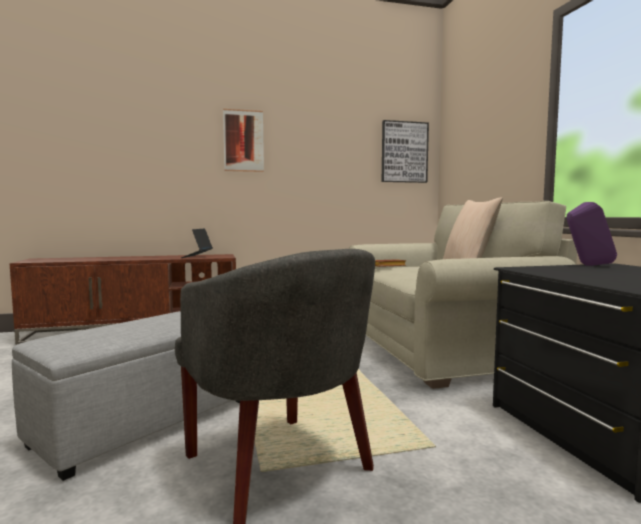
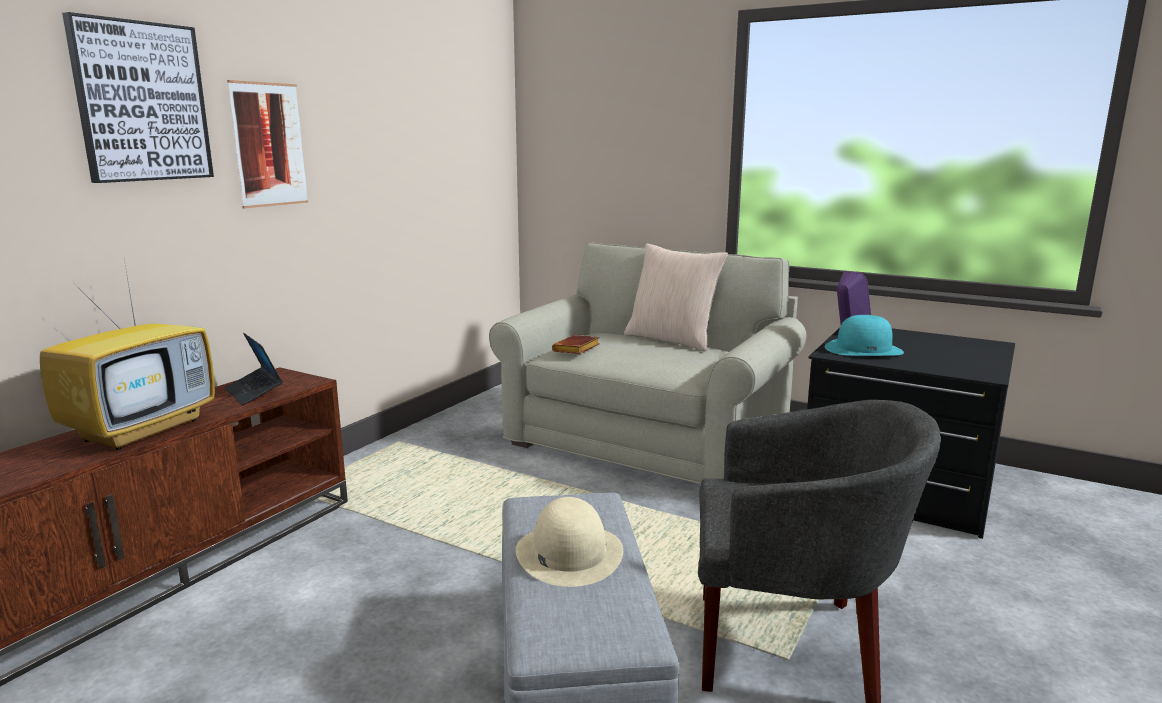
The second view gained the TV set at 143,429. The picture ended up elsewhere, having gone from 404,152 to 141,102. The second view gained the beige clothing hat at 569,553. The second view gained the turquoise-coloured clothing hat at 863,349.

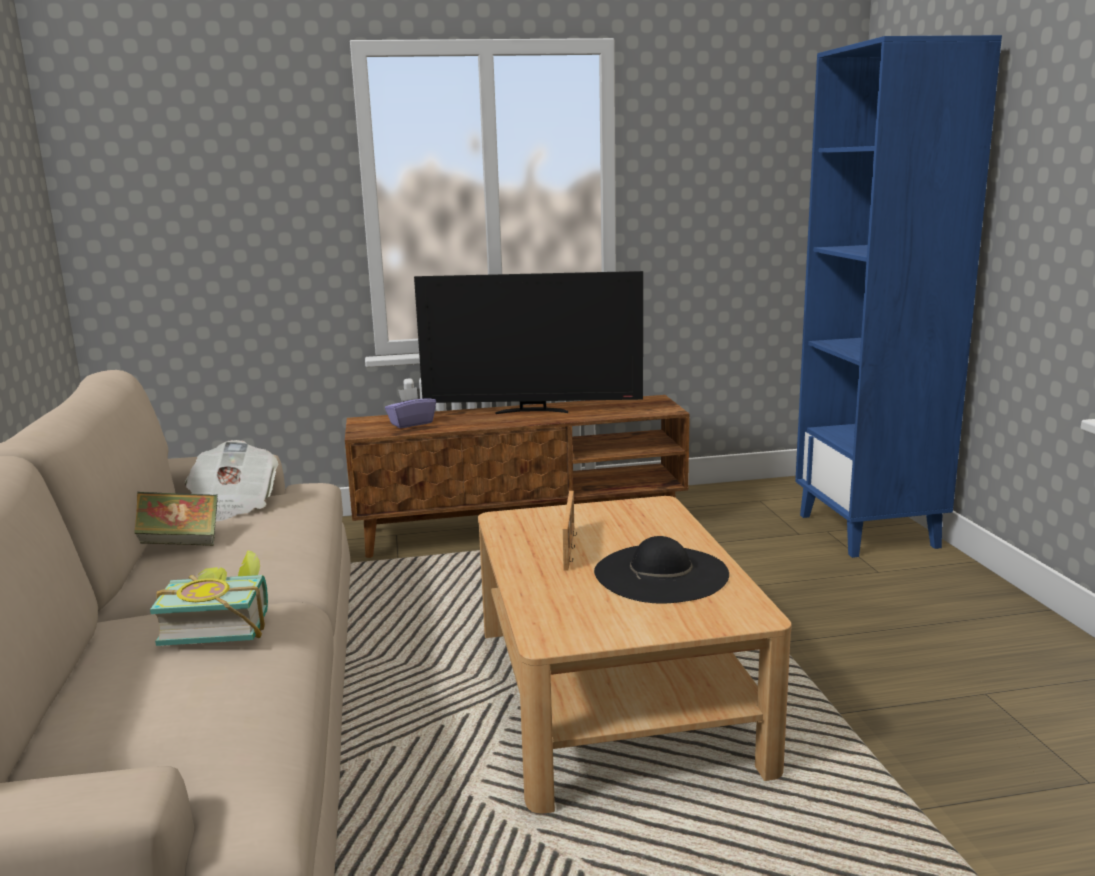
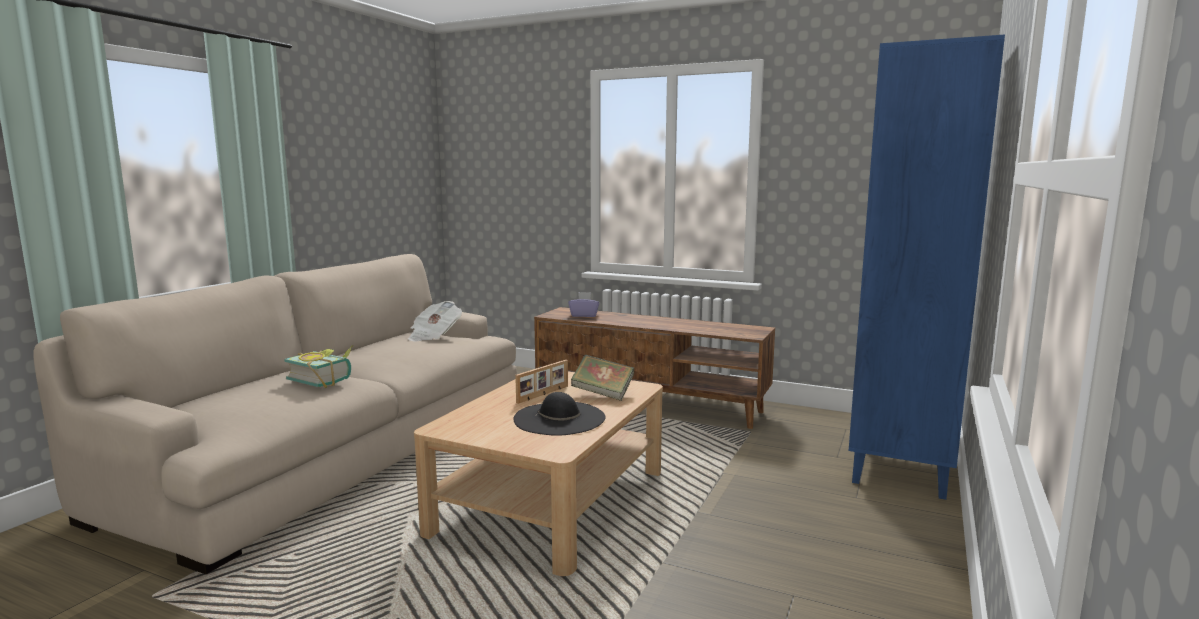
The bound book ended up elsewhere, having gone from 177,543 to 602,394. The second view lost the TV set at 533,411.

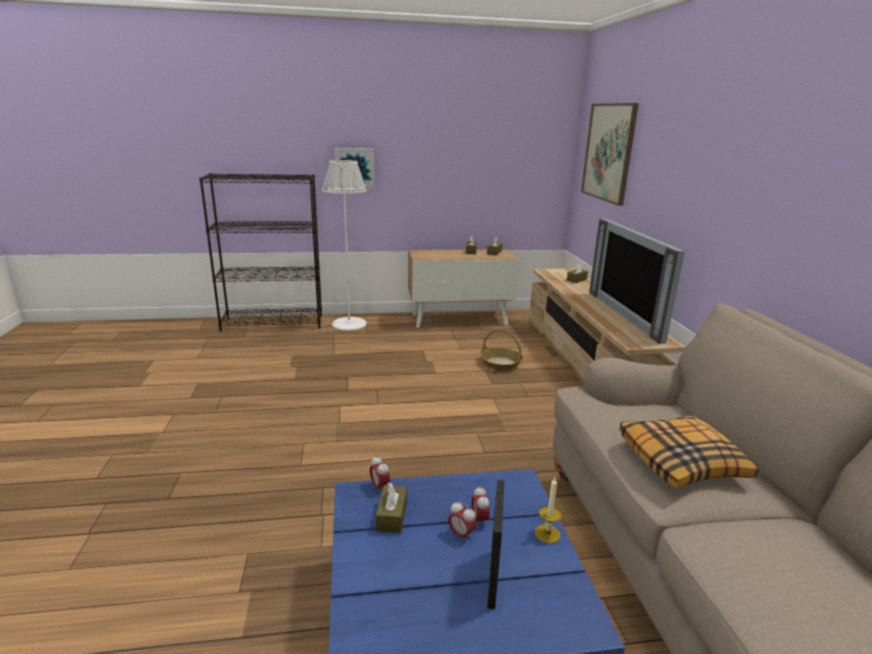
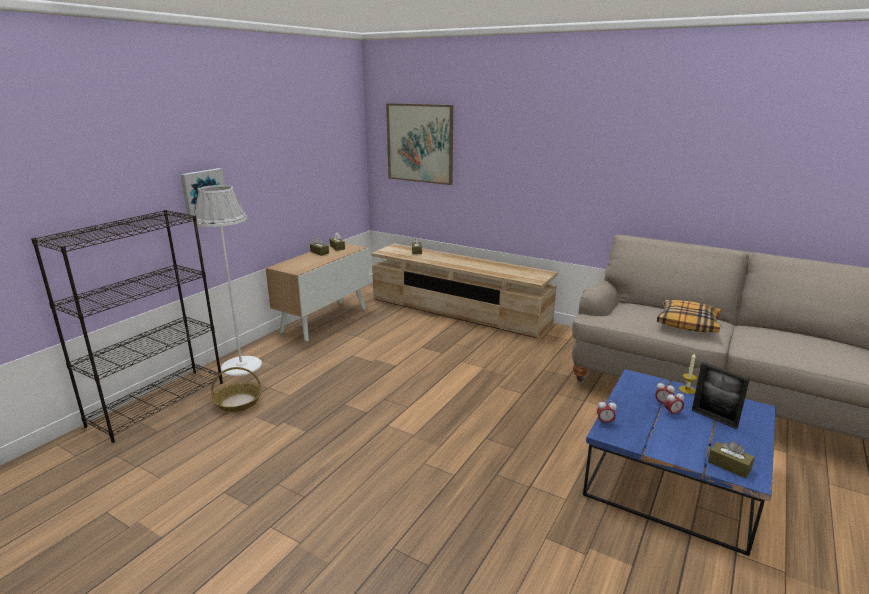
The household basket ended up elsewhere, having gone from 501,363 to 238,402. The brownish tissue holder ended up elsewhere, having gone from 392,516 to 729,465. The second view lost the TV set at 628,314.

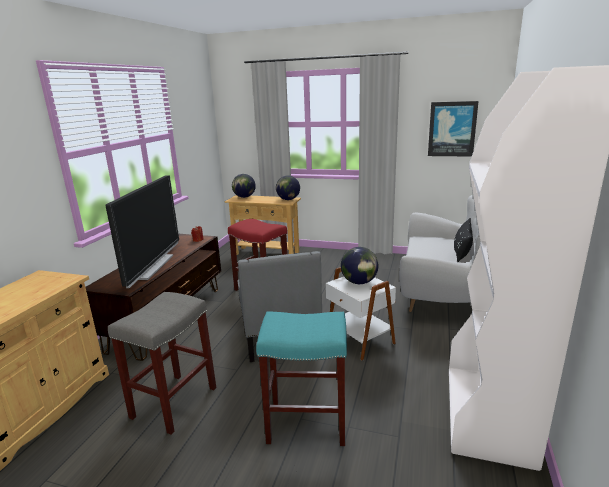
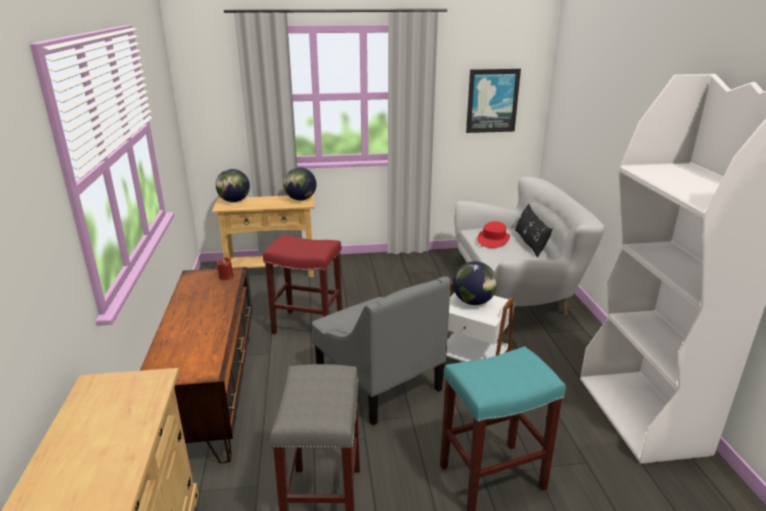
The second view gained the red-coloured clothing hat at 493,239. The second view lost the TV set at 152,267.

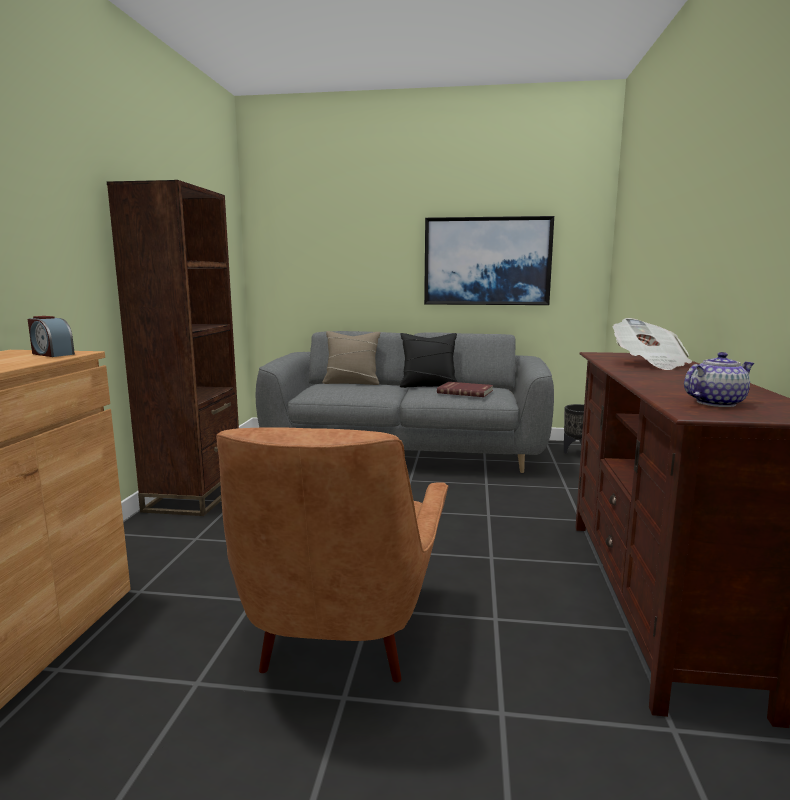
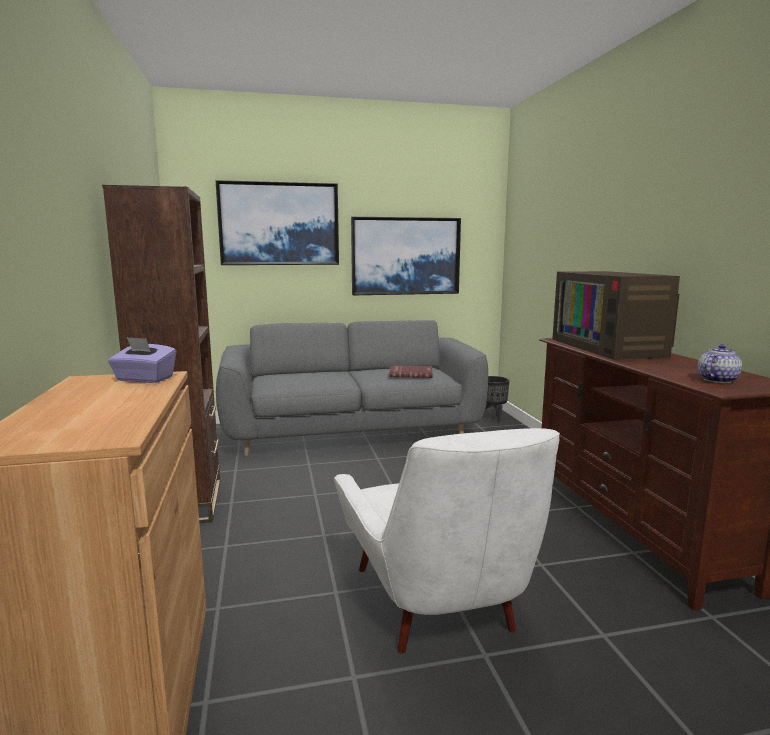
Where the bedside clock stood at 52,354, the purplish tissue holder came to stand at 144,379. The second view gained the picture at 279,224. What was the brownish armchair at 340,638 turned into the whitish armchair at 440,608. Where the daily paper stood at 649,364, the TV set came to stand at 610,347. The second view lost the beige pillow at 352,383. The second view lost the blackish pillow at 428,386.

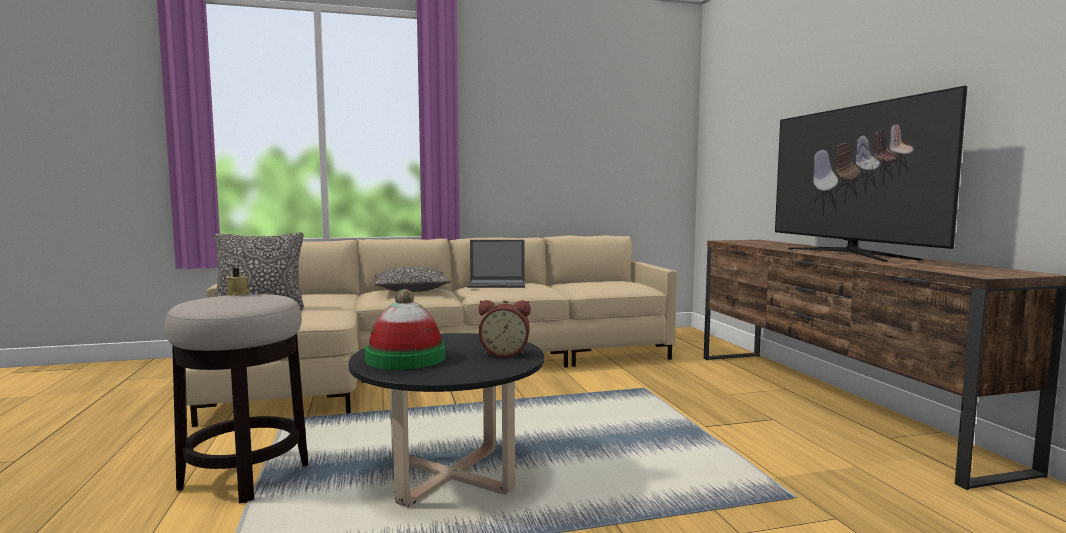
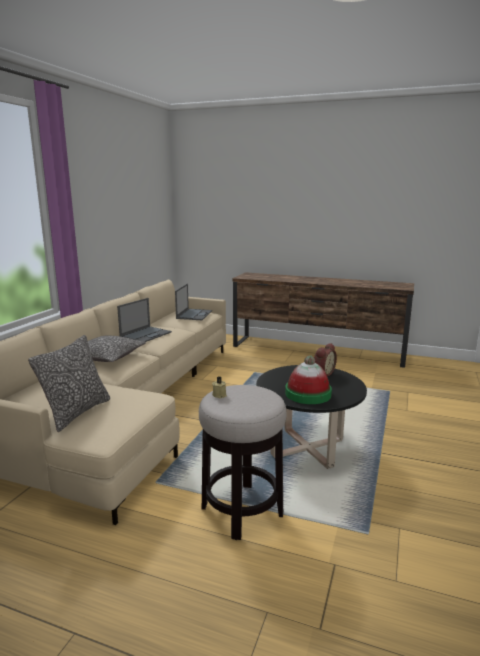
The second view gained the notebook computer at 194,314. The second view lost the TV set at 849,254.

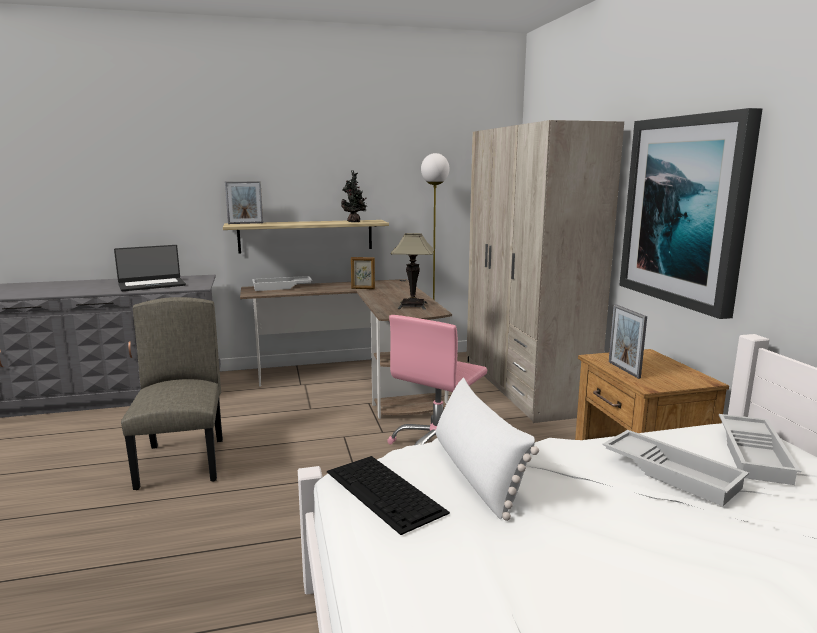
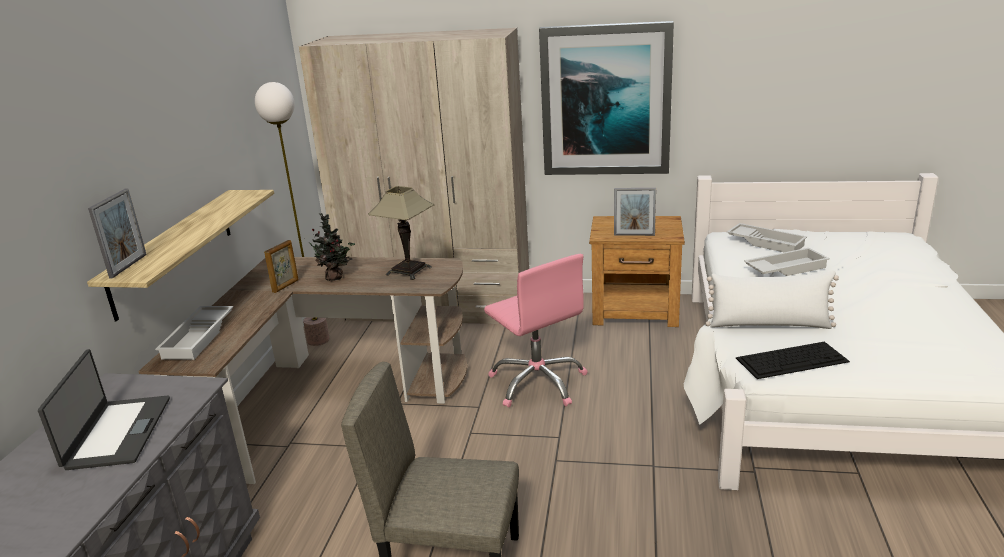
The potted plant ended up elsewhere, having gone from 354,222 to 336,277.

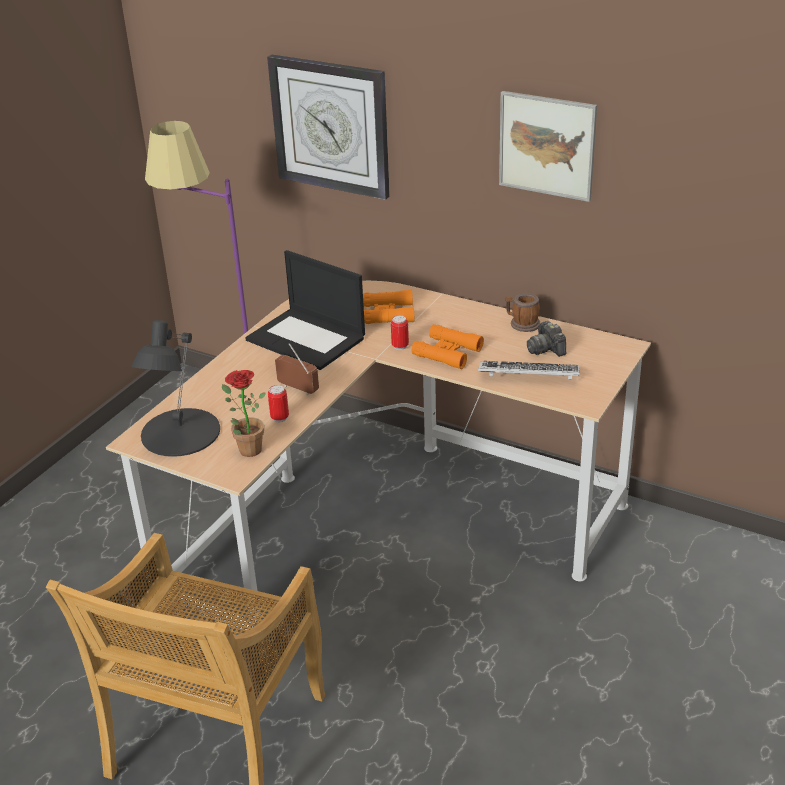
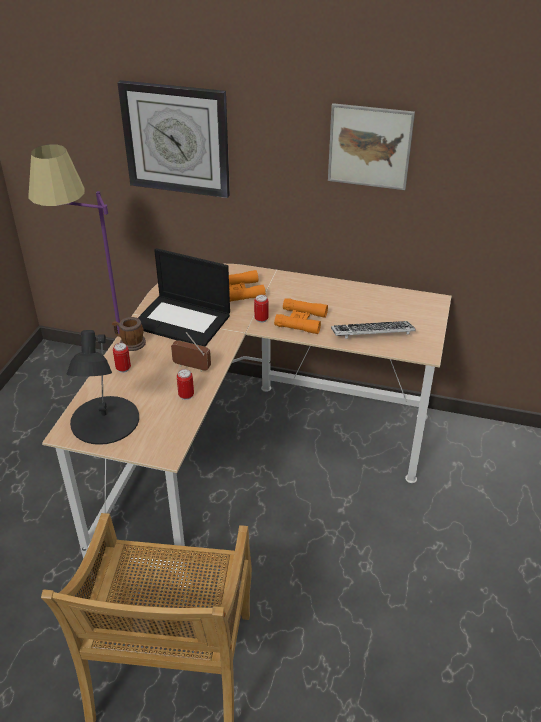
The coffee mug ended up elsewhere, having gone from 522,324 to 129,343. The second view gained the sealed can at 123,368. The second view lost the potted plant at 246,448. The second view lost the still camera at 546,349.

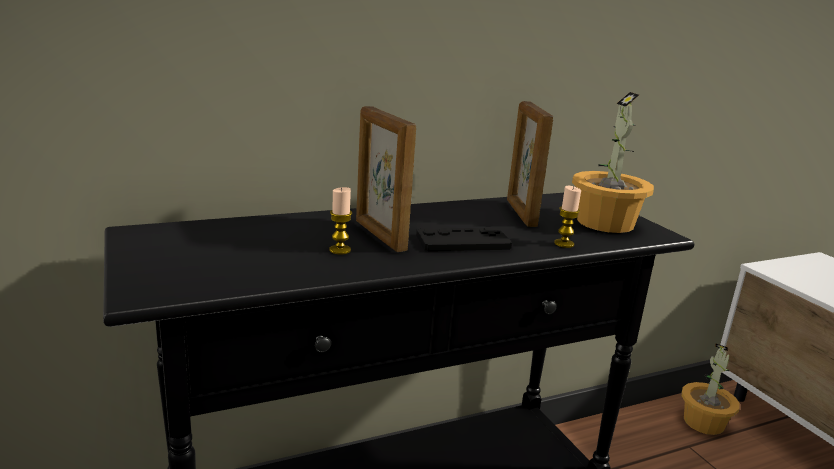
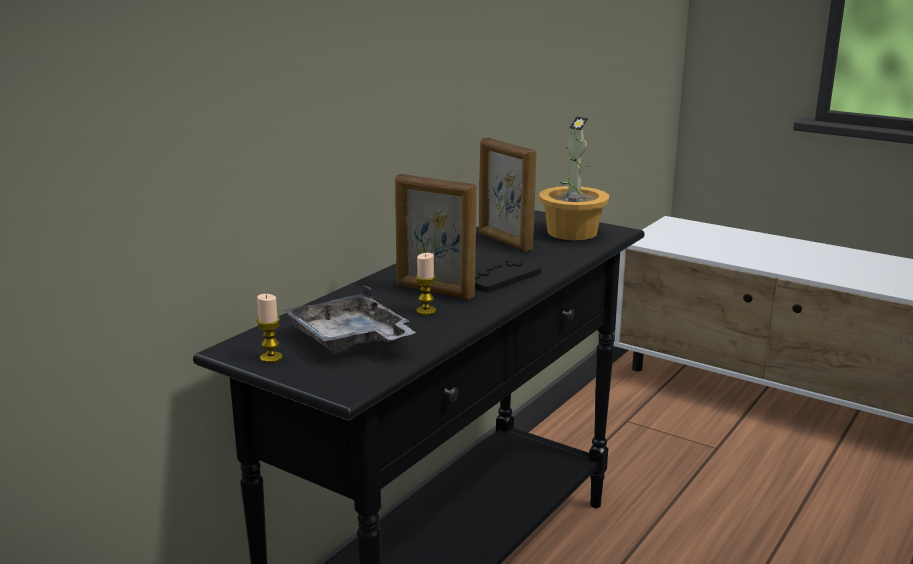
The candle ended up elsewhere, having gone from 564,244 to 271,358. The second view gained the grey carrying tray at 350,340. The second view lost the potted plant at 703,422.

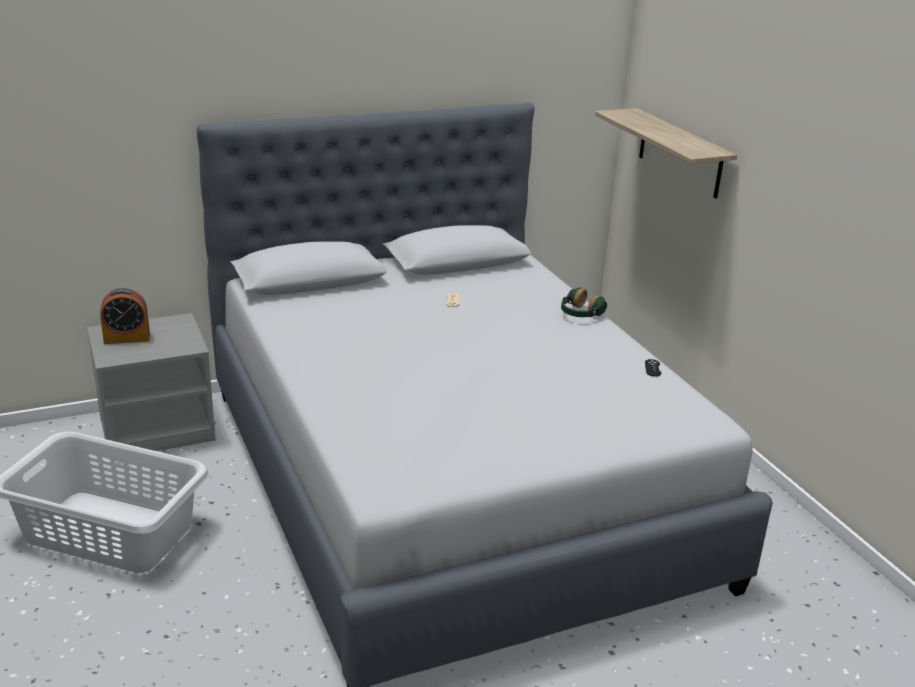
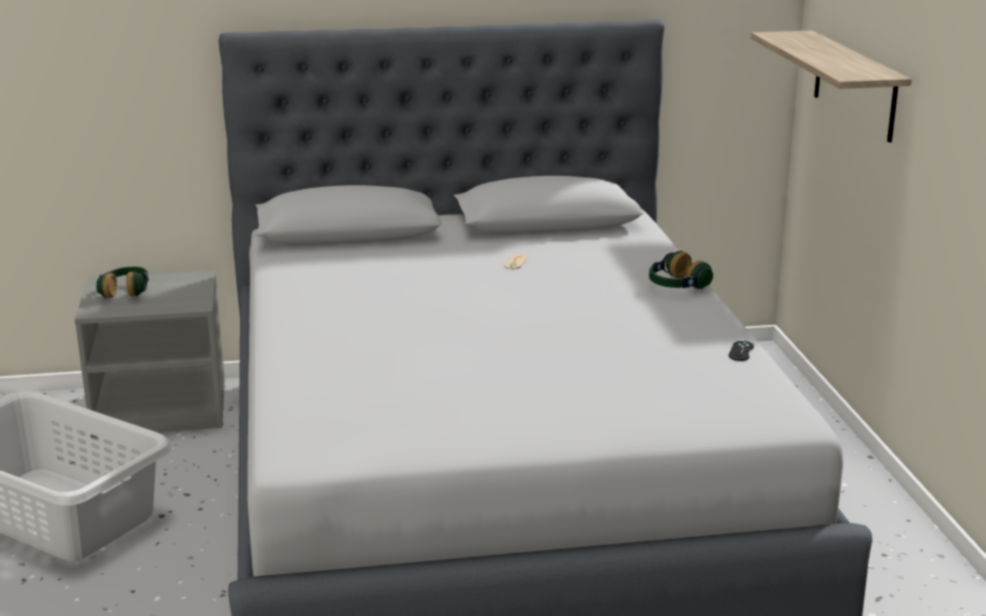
Where the bedside clock stood at 127,338, the headset came to stand at 126,291.

